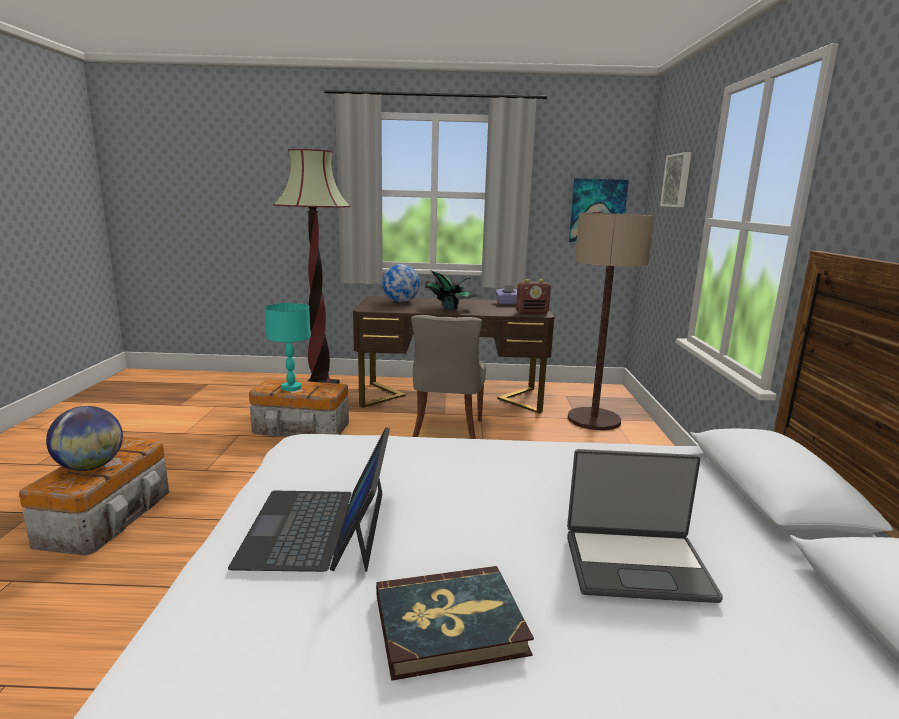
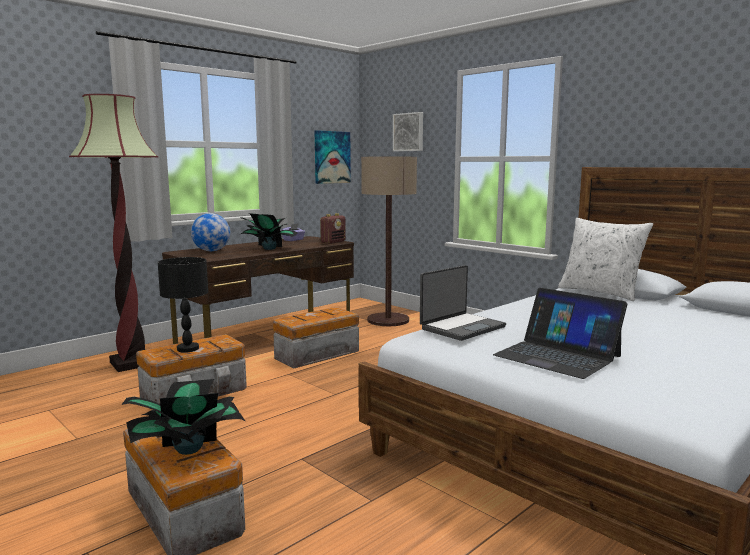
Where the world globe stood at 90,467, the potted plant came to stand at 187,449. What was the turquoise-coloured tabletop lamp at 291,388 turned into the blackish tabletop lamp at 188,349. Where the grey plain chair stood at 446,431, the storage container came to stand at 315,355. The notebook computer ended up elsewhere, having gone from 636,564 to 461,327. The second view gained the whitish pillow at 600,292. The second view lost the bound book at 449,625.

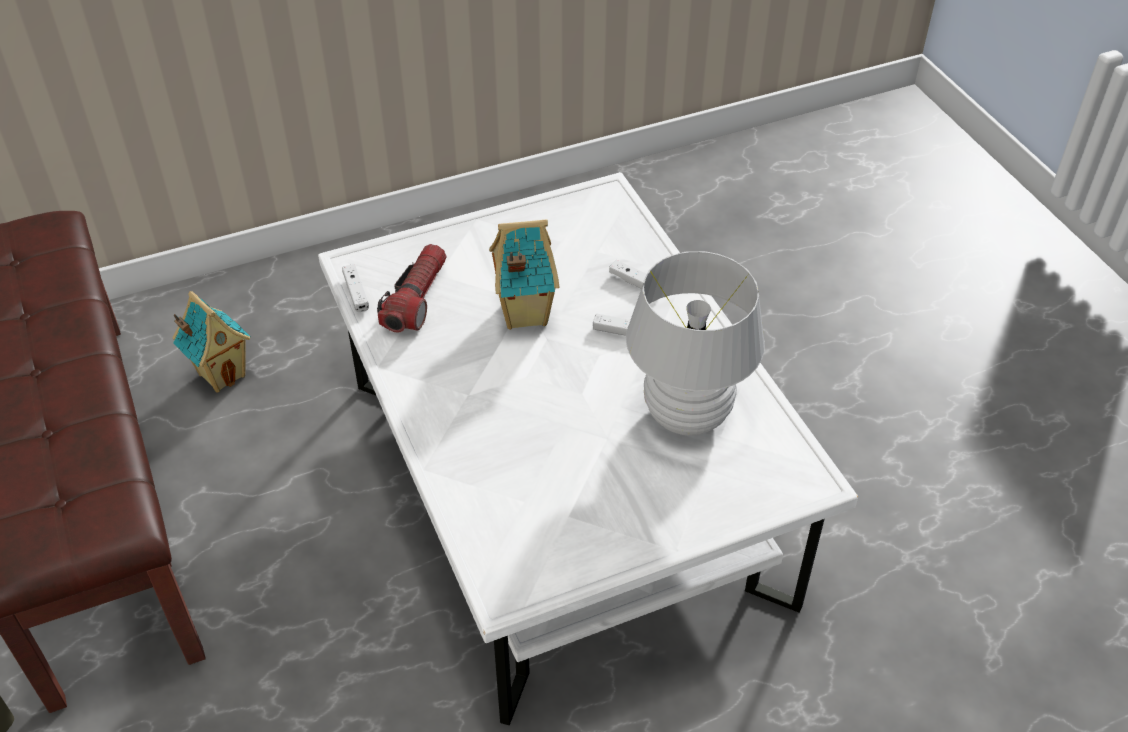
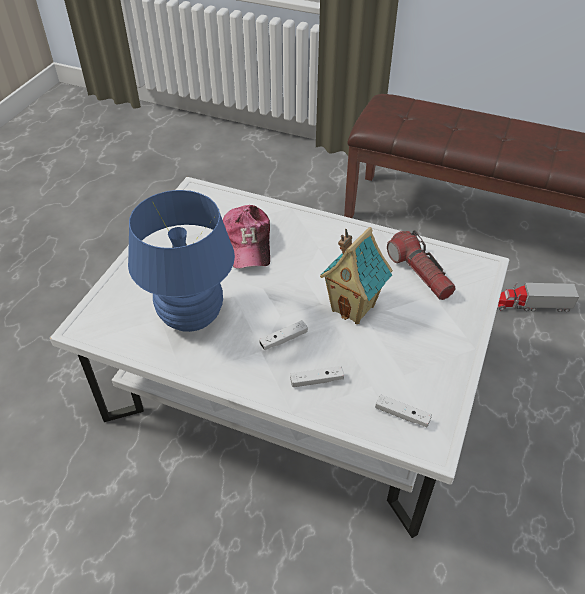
What was the whitish tabletop lamp at 687,415 turned into the blue-coloured tabletop lamp at 191,317. The second view gained the baseball cap at 248,243. The whitish game controller ended up elsewhere, having gone from 356,293 to 402,415. Where the model house stood at 222,374, the toy lorry came to stand at 531,305.

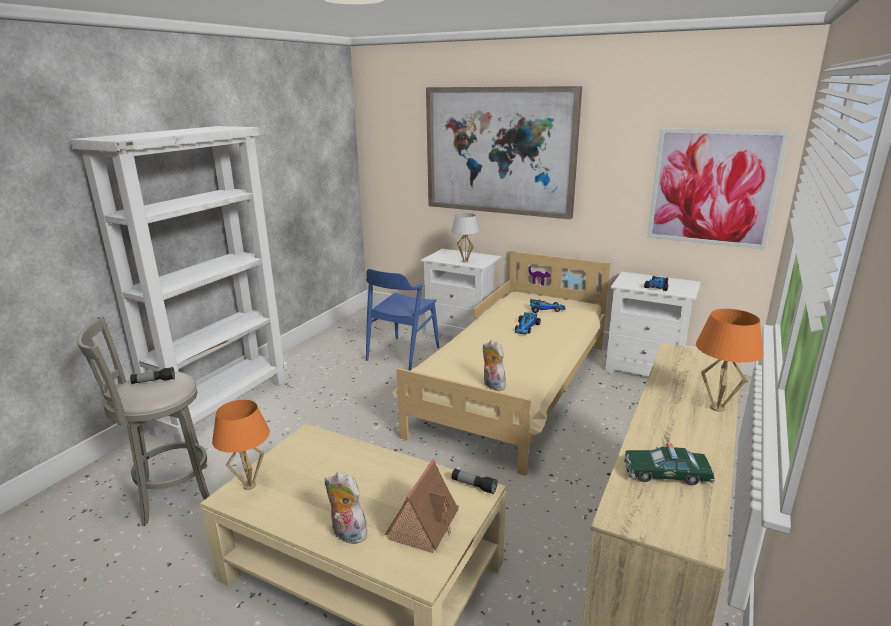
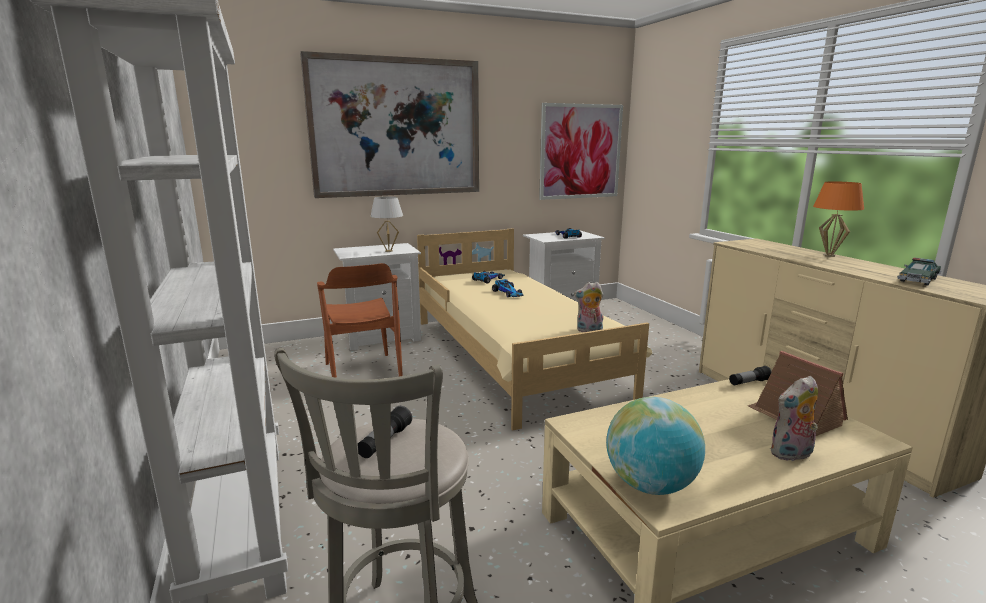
What was the blue-coloured plain chair at 402,353 turned into the brownish plain chair at 363,372. Where the orange tabletop lamp stood at 250,485, the world globe came to stand at 650,485.

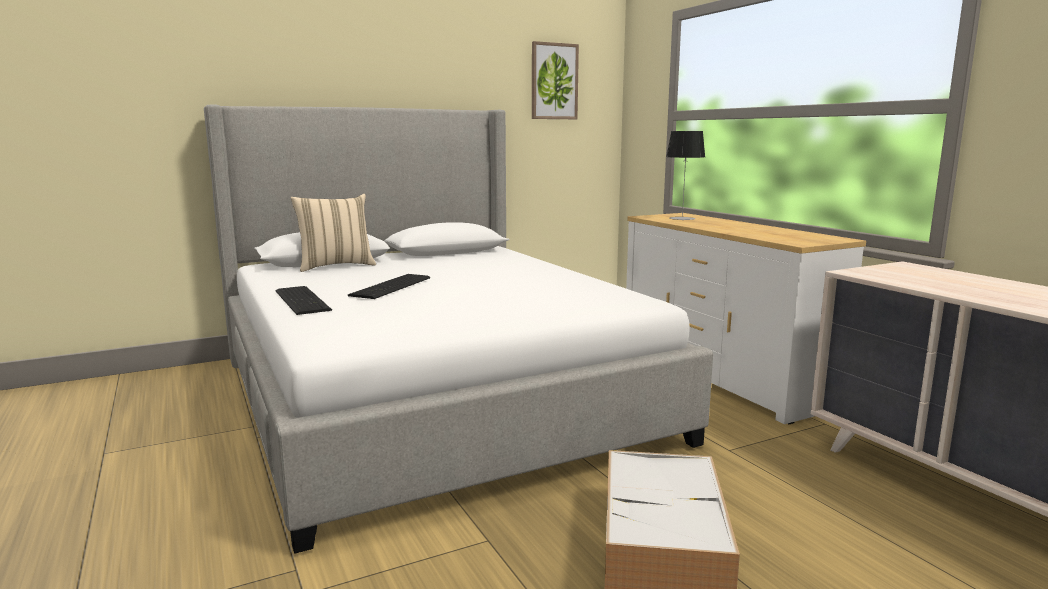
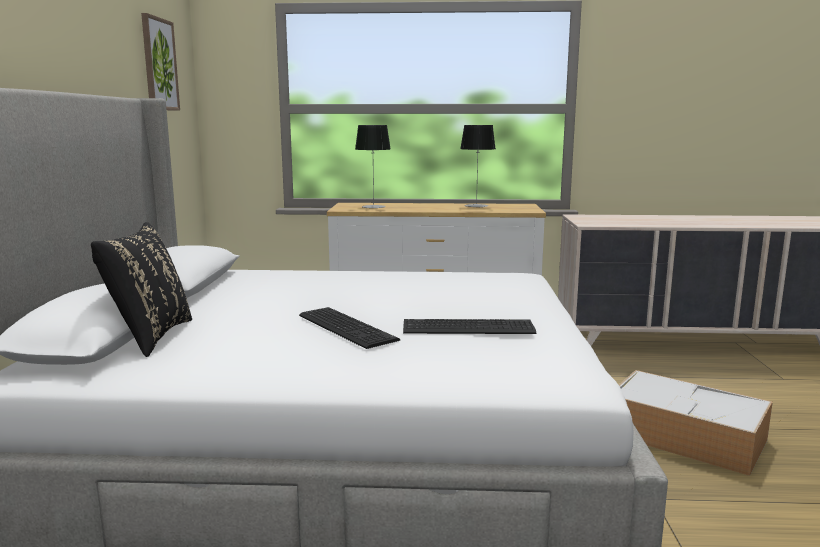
What was the beige pillow at 335,266 turned into the blackish pillow at 149,337. The keyboard ended up elsewhere, having gone from 304,300 to 466,326. The second view gained the tabletop lamp at 476,206.

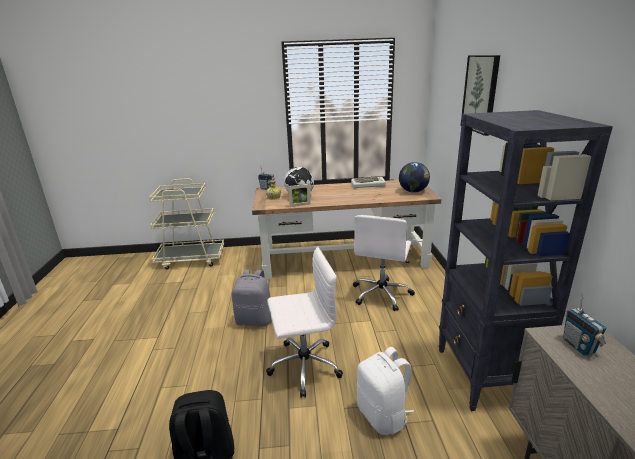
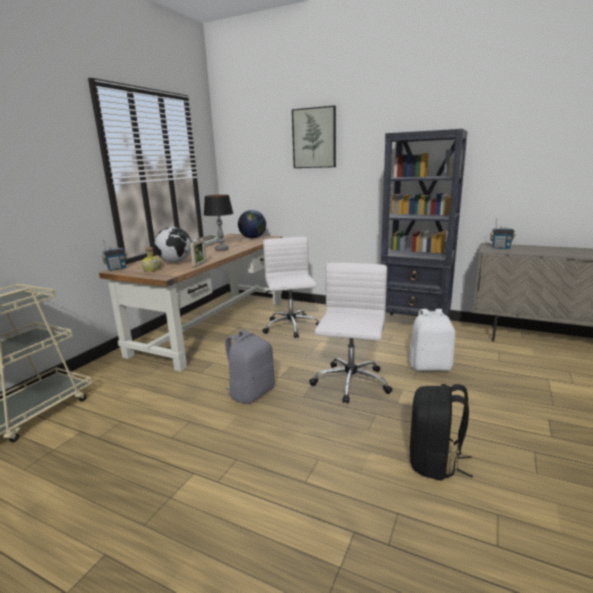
The second view gained the tabletop lamp at 221,249. The whitish office chair at 382,294 ended up facing another way, 150 degrees counterclockwise from before.

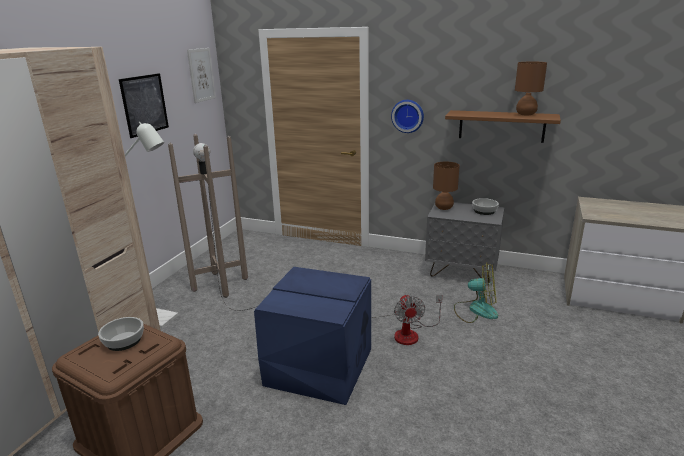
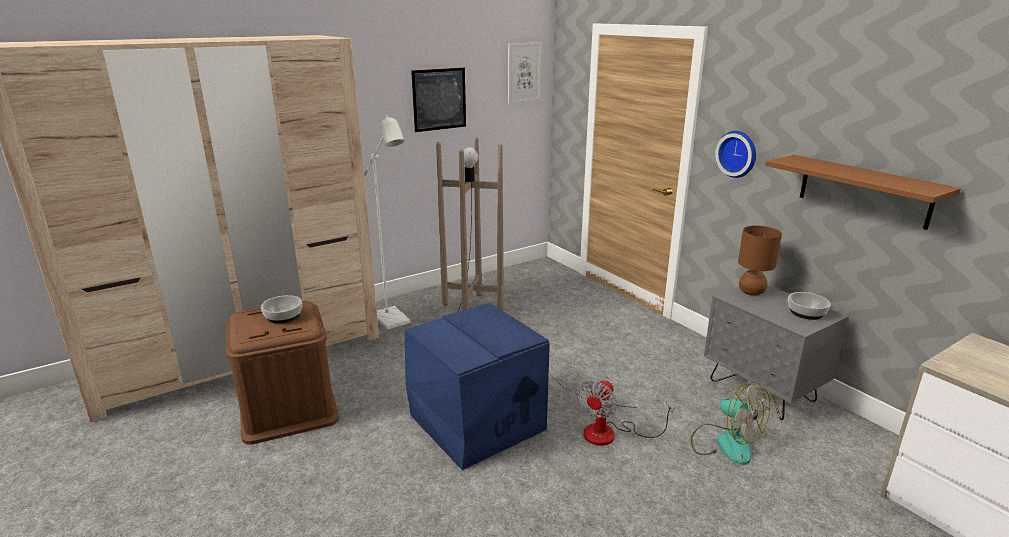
The second view lost the brownish tabletop lamp at 525,114.

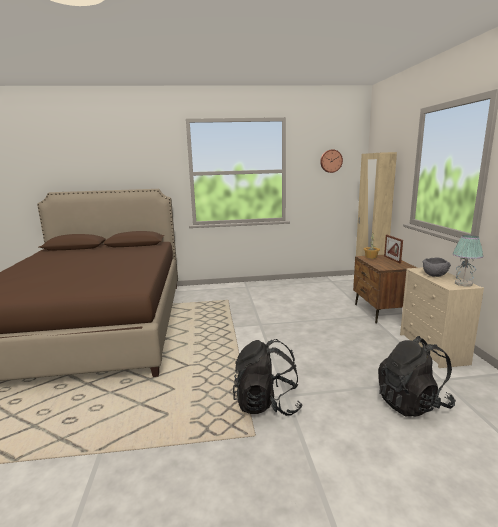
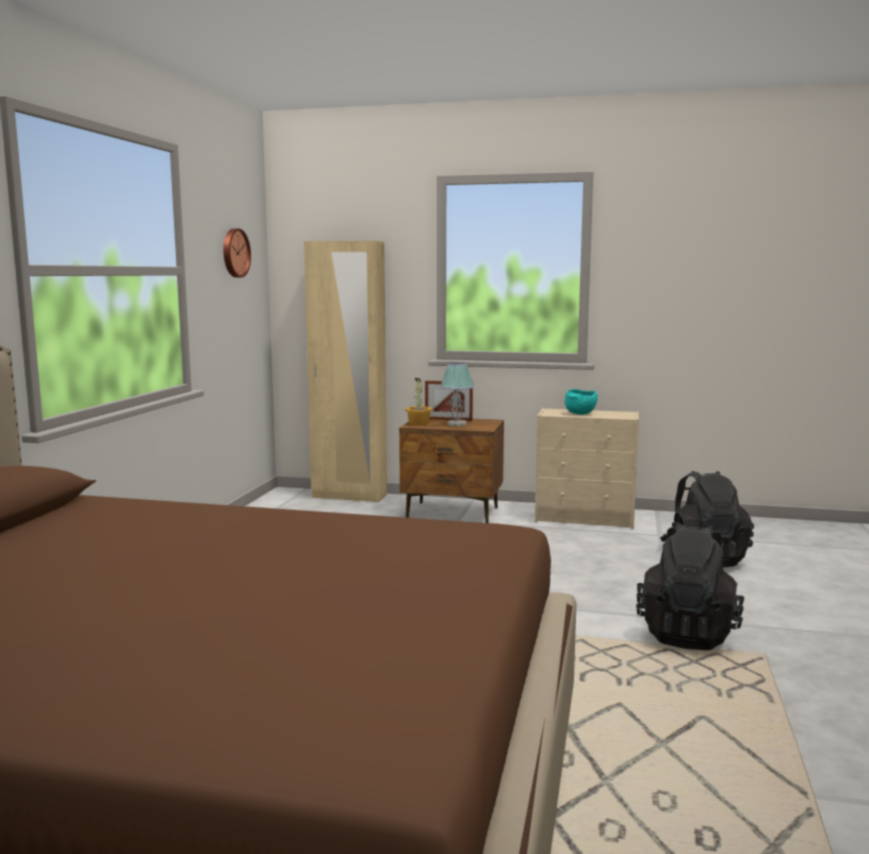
The tabletop lamp ended up elsewhere, having gone from 463,284 to 457,424. What was the grey bowl at 435,275 turned into the turquoise-coloured bowl at 580,414.

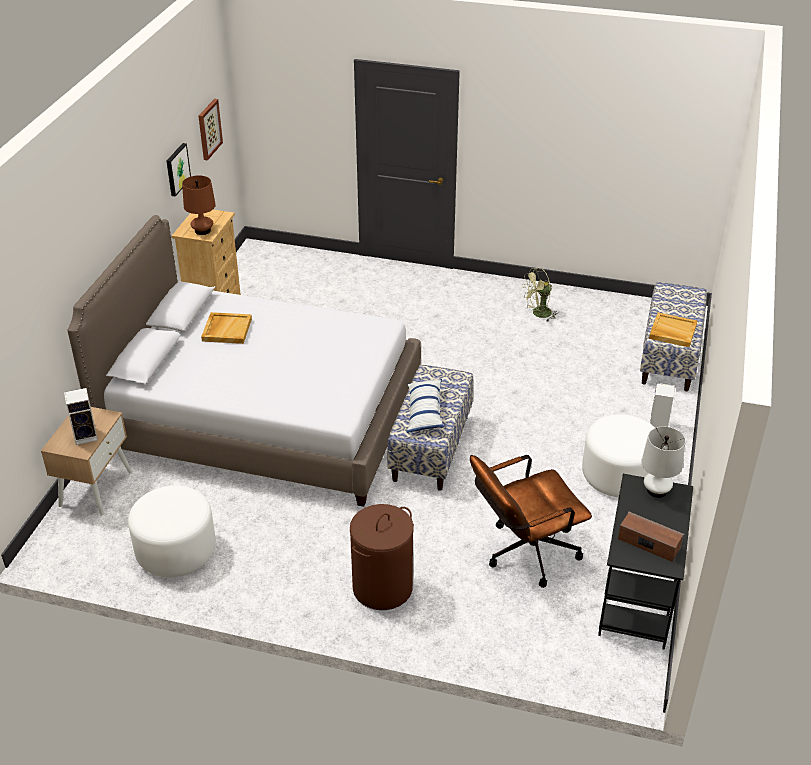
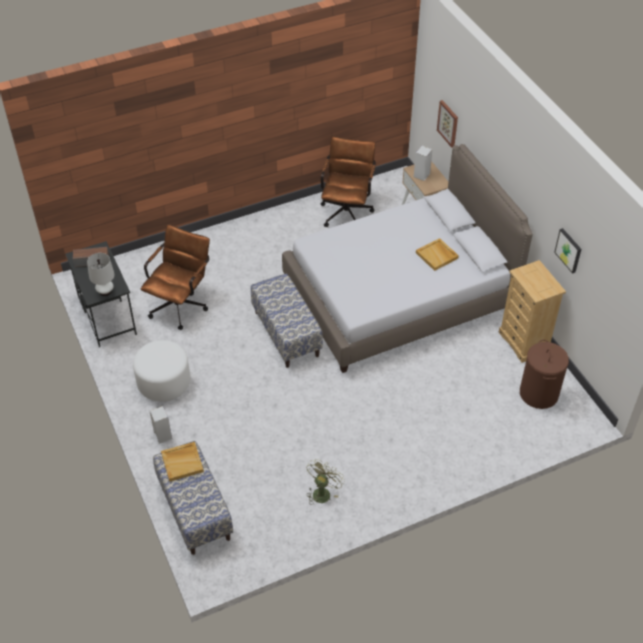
Where the whitish pouffe stood at 176,550, the brownish office chair came to stand at 347,210. The picture ended up elsewhere, having gone from 209,129 to 448,123. The brownish hamper ended up elsewhere, having gone from 382,588 to 538,393. The second view lost the brownish tabletop lamp at 203,231. The second view lost the pillow at 424,412.

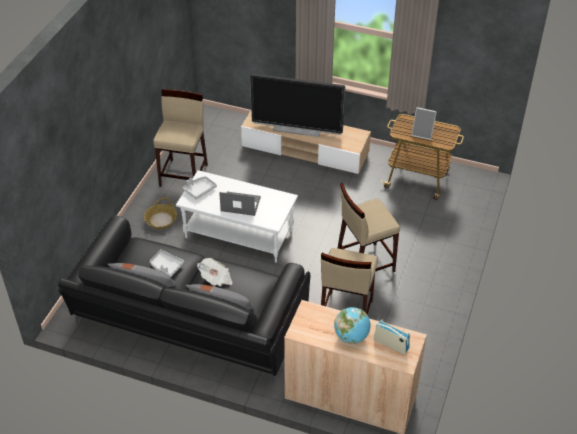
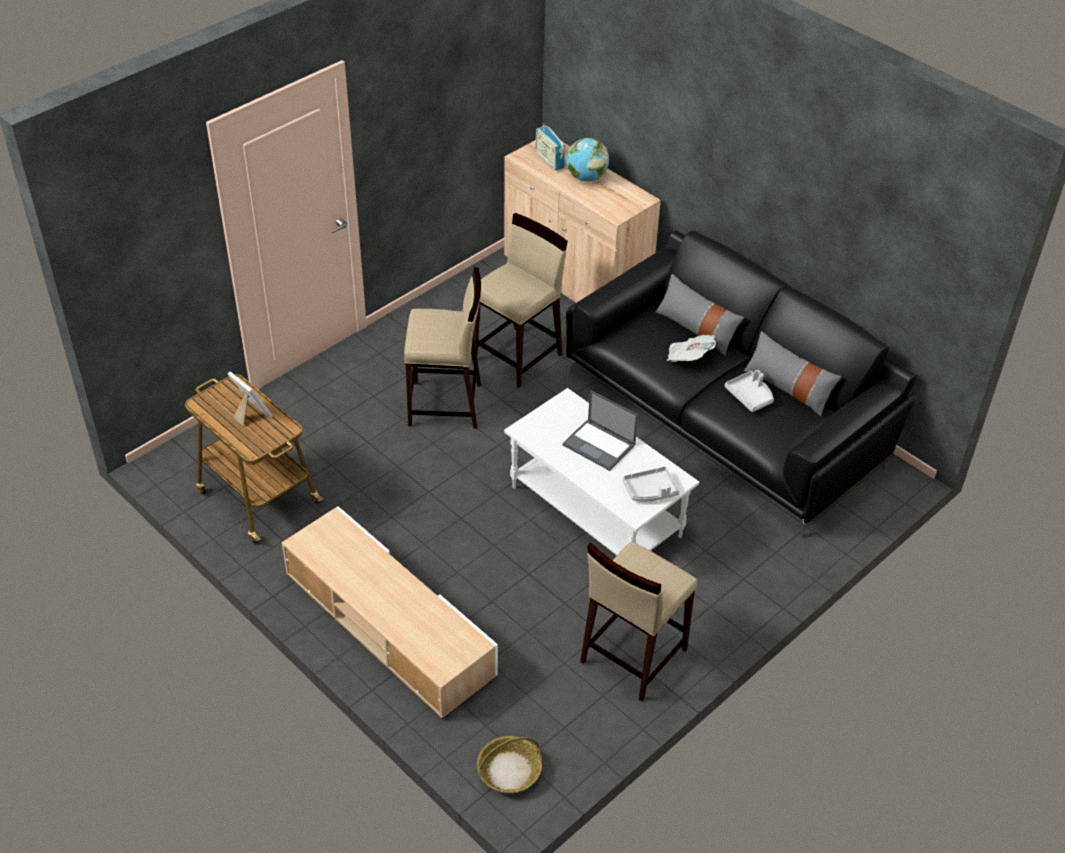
The household basket ended up elsewhere, having gone from 161,220 to 509,771. The second view lost the TV set at 297,129.

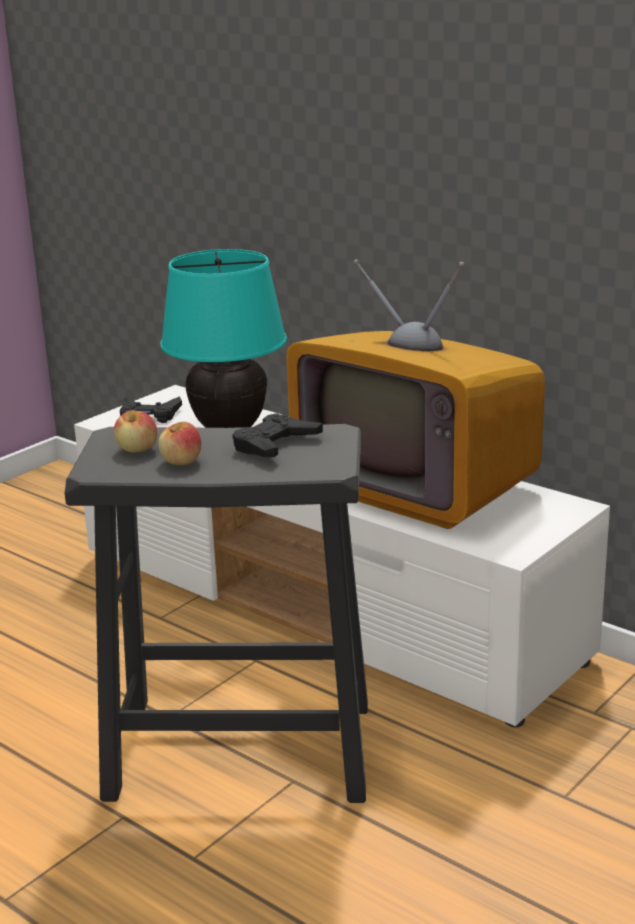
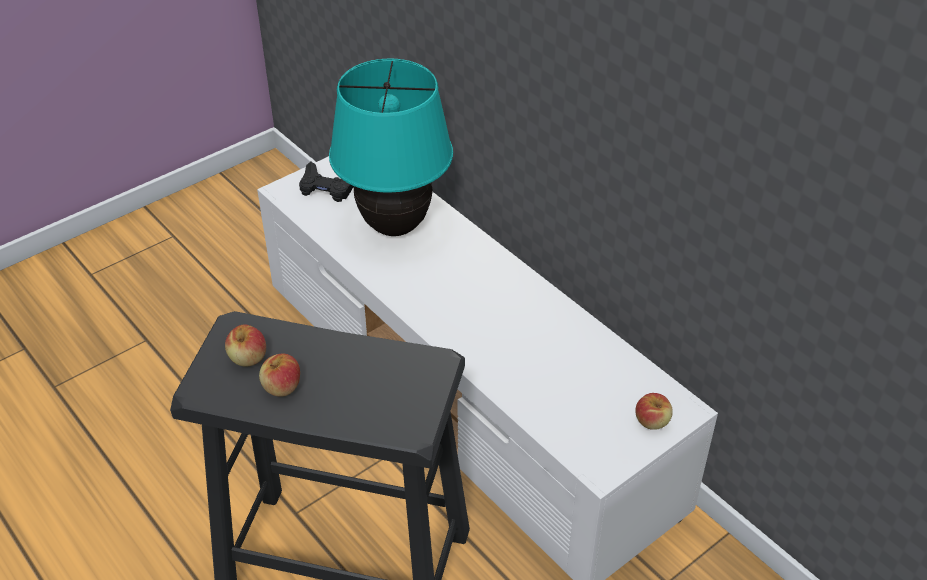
The second view gained the apple at 652,421. The second view lost the blackish game controller at 275,444. The second view lost the TV set at 416,488.

